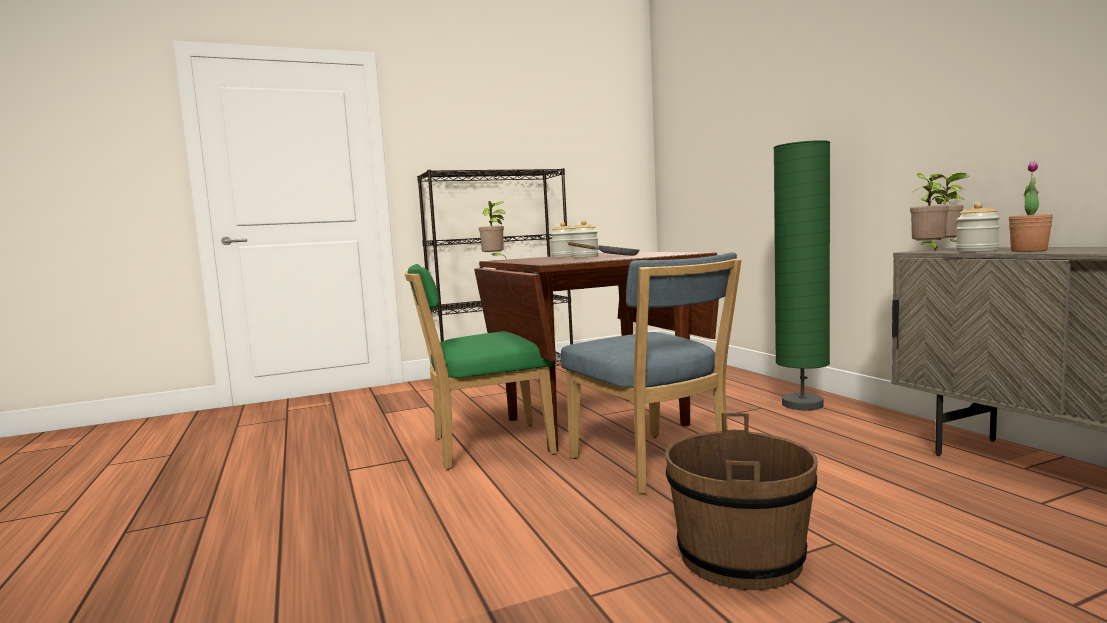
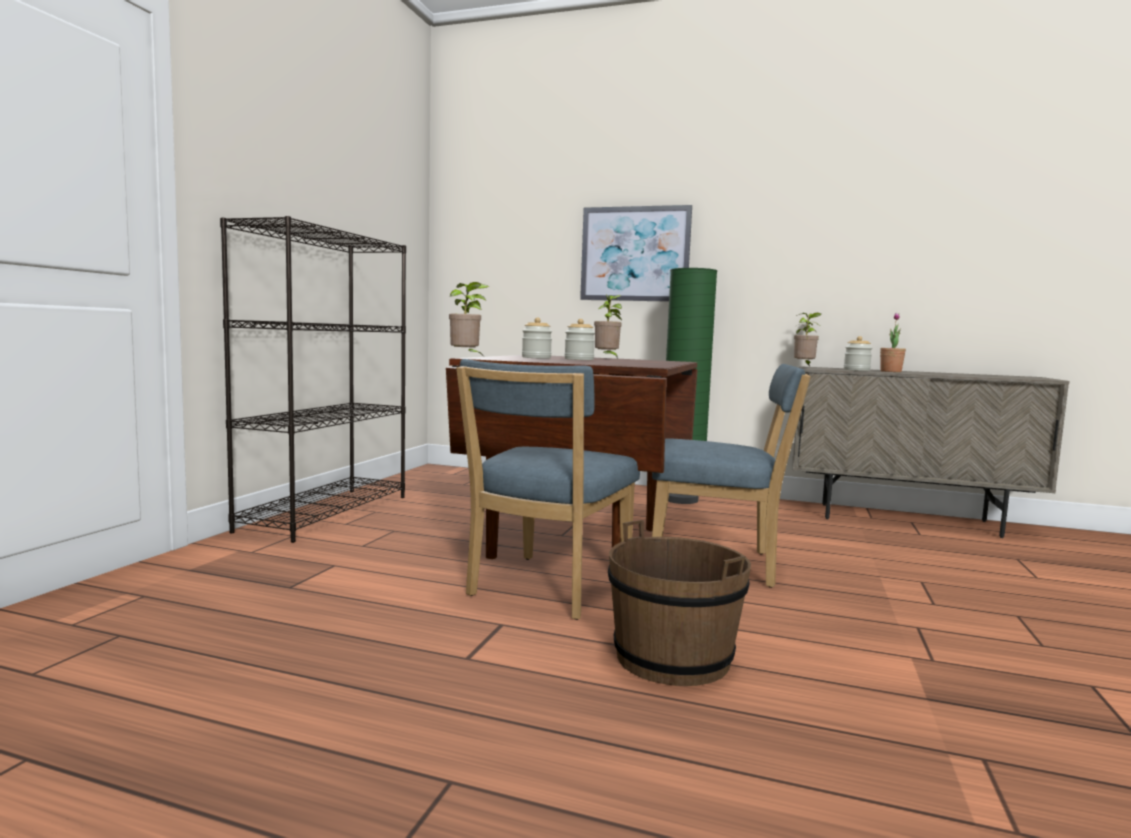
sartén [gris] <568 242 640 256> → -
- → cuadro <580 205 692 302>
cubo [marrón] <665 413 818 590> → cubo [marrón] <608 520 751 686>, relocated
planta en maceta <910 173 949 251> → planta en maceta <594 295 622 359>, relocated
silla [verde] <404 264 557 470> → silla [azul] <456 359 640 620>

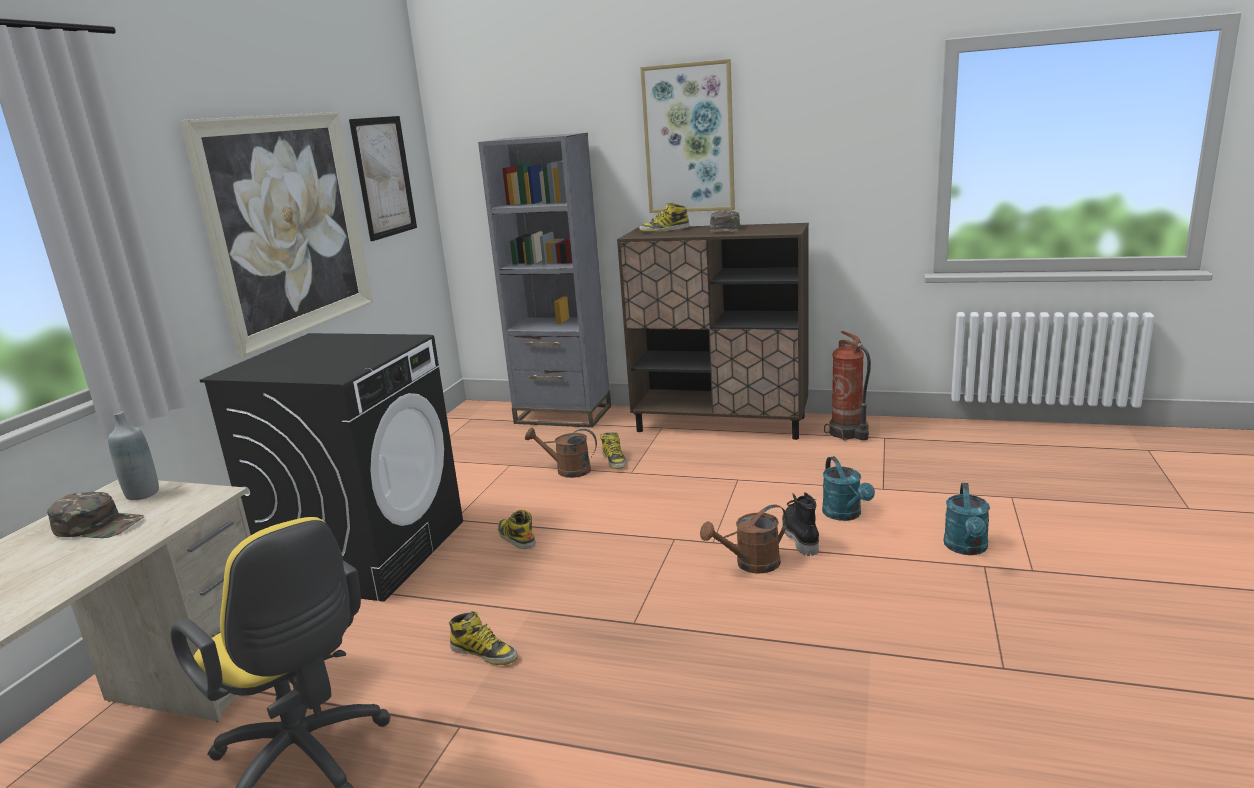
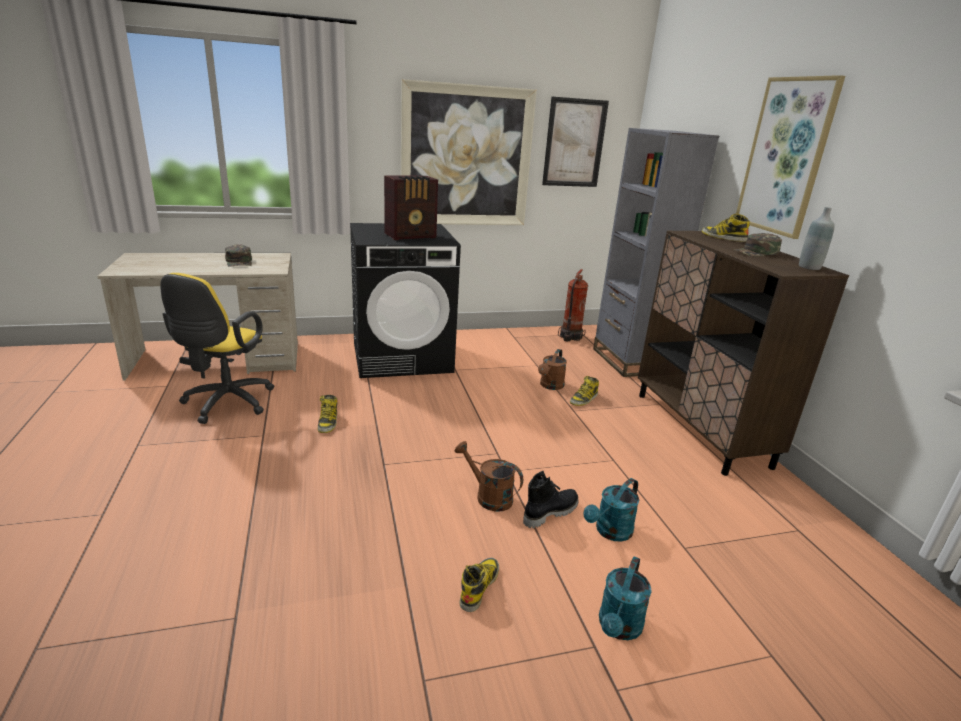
- → radio <384 175 438 240>
botella [gris] <108 411 159 500> → botella [gris] <799 207 835 270>, relocated
bota <498 510 536 549> → bota <459 558 499 612>, relocated
extintor <824 331 871 440> → extintor <558 269 588 341>, relocated
regadera [marrón] <525 427 597 478> → regadera [marrón] <538 349 567 390>, 135 degrees counterclockwise
regadera [turquesa] <944 483 990 555> → regadera [turquesa] <599 556 652 640>, 45 degrees counterclockwise

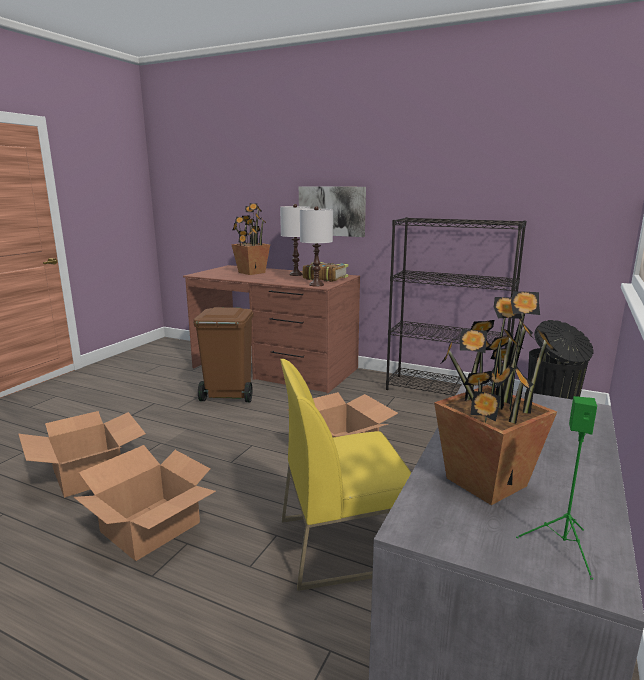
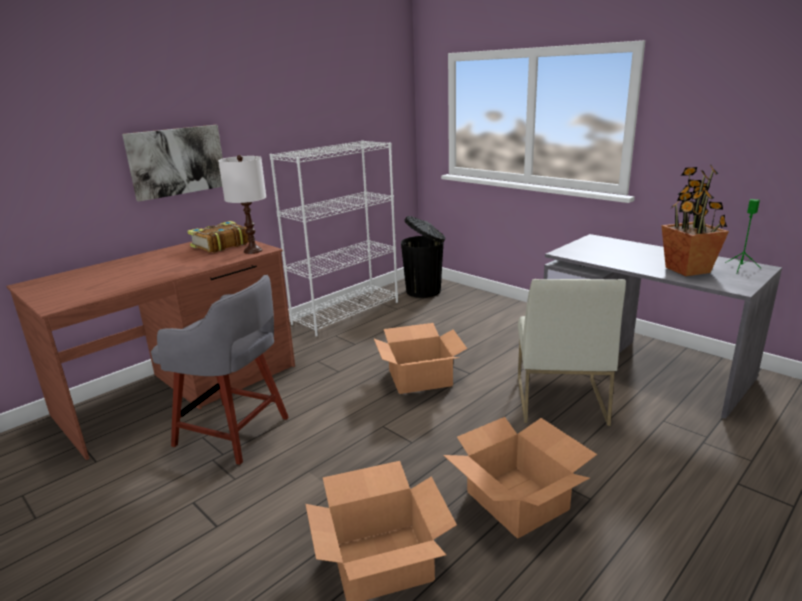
planta en maceta <231 203 270 275> → -
lámpara de mesa [blanco] <280 204 310 276> → -
papelera [marrón] <194 307 253 402> → taburete [gris] <151 275 289 465>
silla [amarillo] <280 359 411 591> → silla [blanco] <518 279 626 426>
estantería [negro] <386 217 526 396> → estantería [blanco] <270 140 398 337>

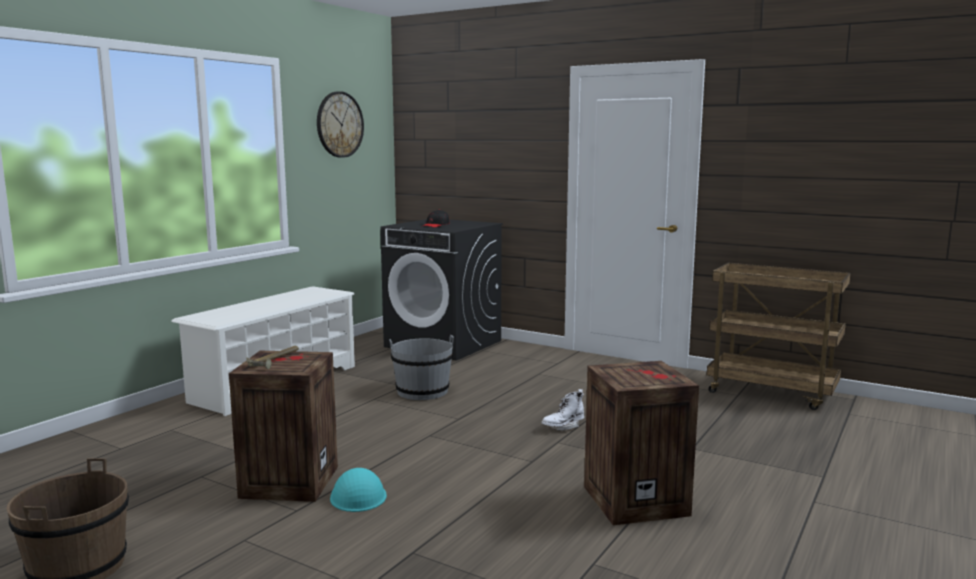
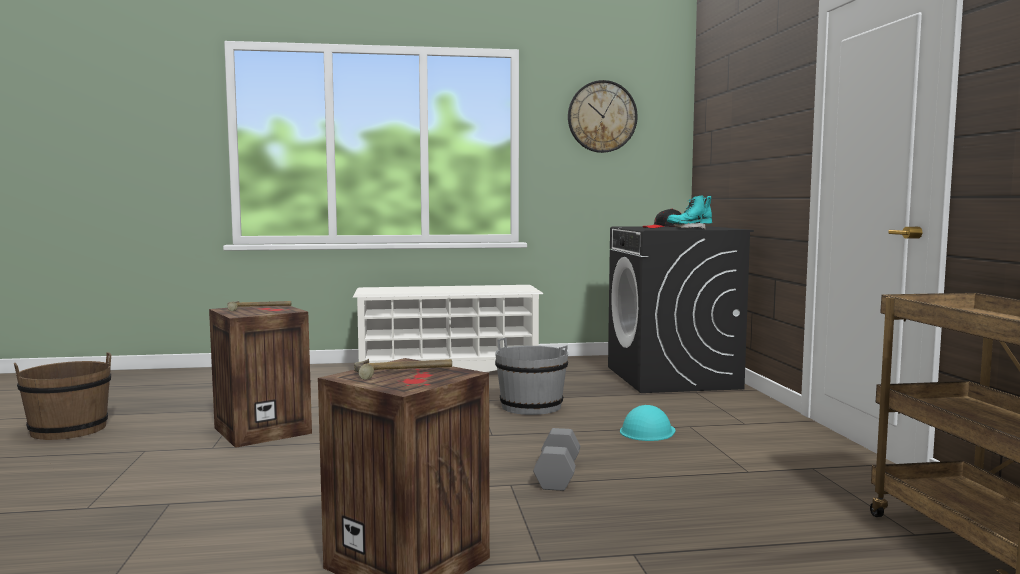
- → martillo <354 359 452 380>
- → bota [turquesa] <667 196 712 229>
casco [turquesa] <330 468 387 512> → casco [turquesa] <620 405 676 441>, relocated
bota [blanco] <542 389 584 431> → mancuerna [gris] <533 428 580 491>

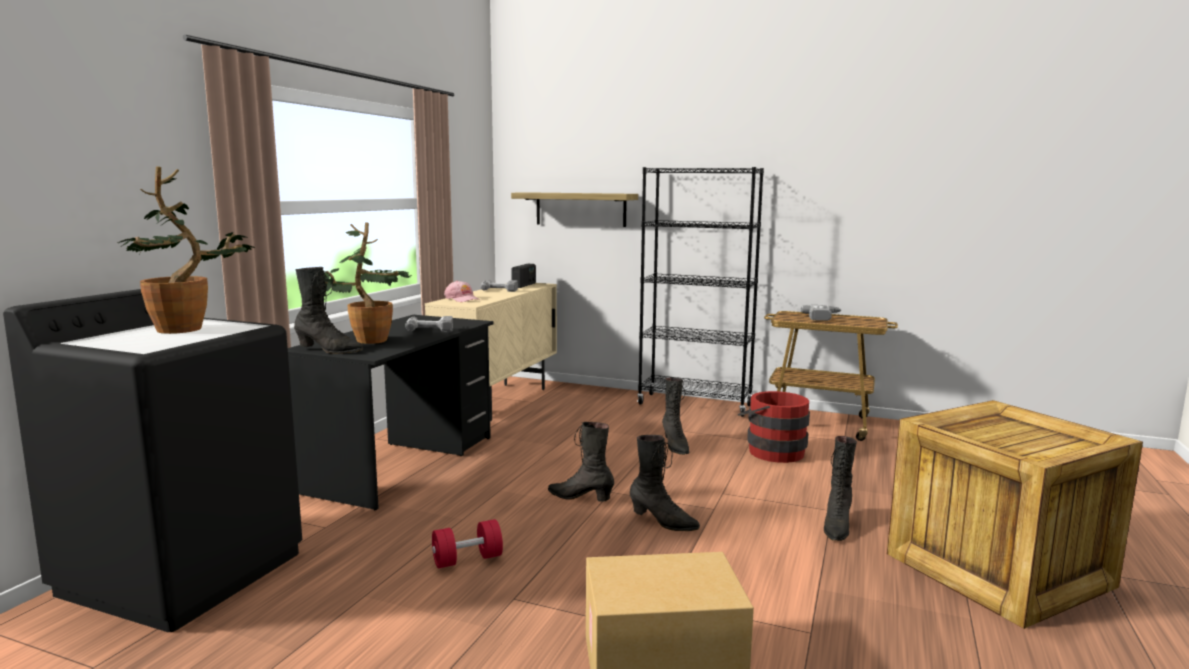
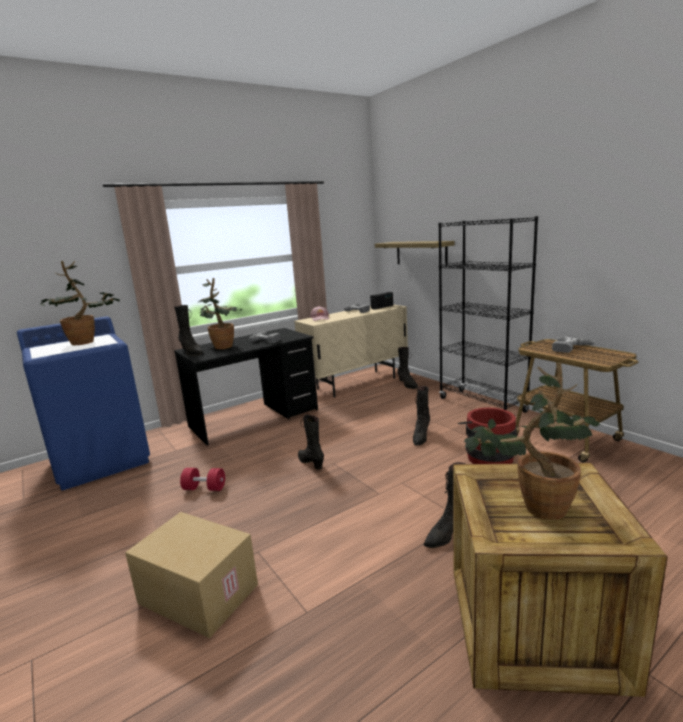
- → planta en maceta <464 362 600 520>
bota [negro] <630 435 700 531> → bota [negro] <397 347 418 389>, relocated
lavadora [negro] <3 289 302 632> → lavadora [azul] <17 316 150 490>

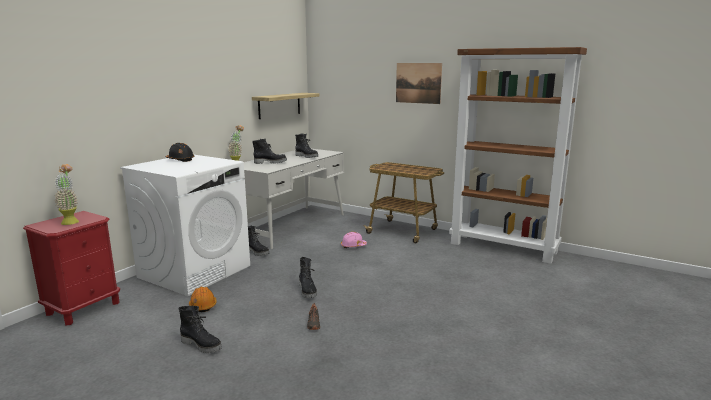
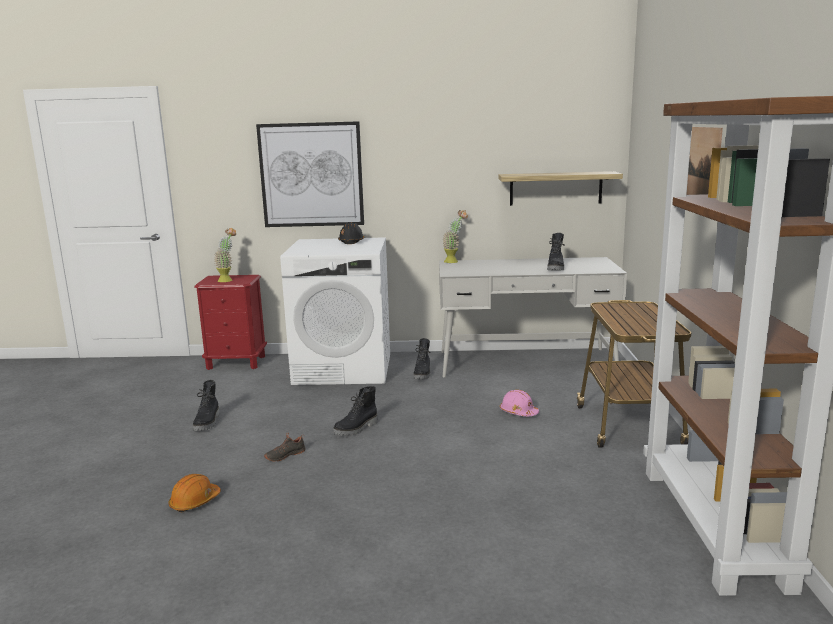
bota [negro] <252 139 287 164> → -
- → cuadro <256 121 364 227>
casco [naranja] <189 287 216 312> → casco [naranja] <168 474 221 512>, relocated

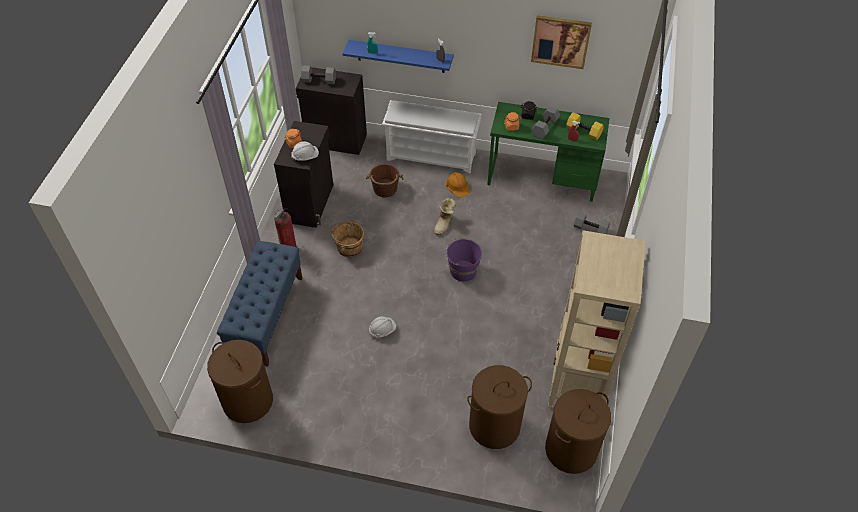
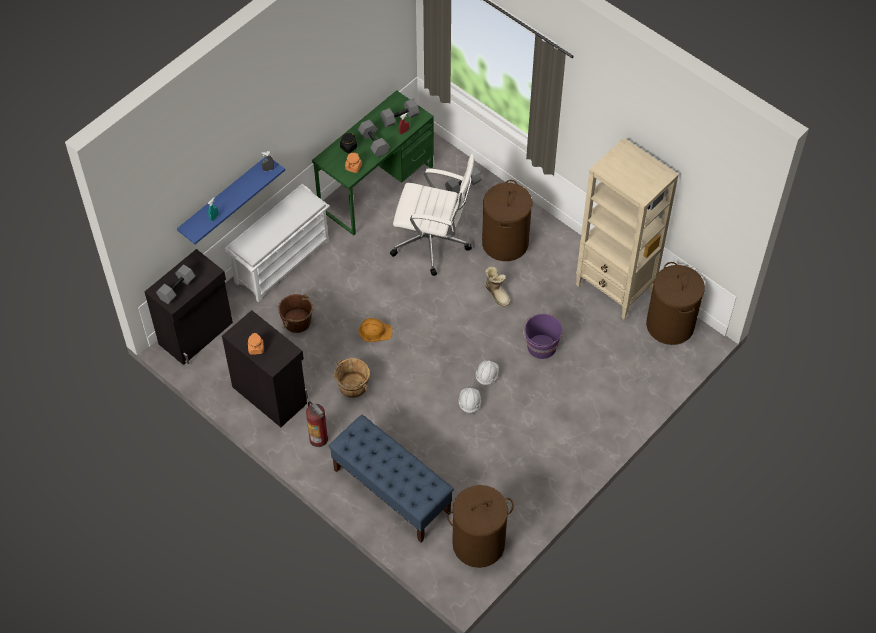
cuadro <531 15 592 69> → -
- → silla de oficina [blanco] <390 154 474 276>
casco [blanco] <291 141 319 161> → casco [blanco] <476 361 499 387>, relocated
bota <433 198 456 235> → bota <485 266 510 307>, relocated
casco [naranja] <445 172 470 198> → casco [naranja] <358 318 392 342>, relocated
cubo [morado] <445 238 482 282> → cubo [morado] <523 314 563 359>, relocated
cesto de la ropa [marrón] <467 365 532 449> → cesto de la ropa [marrón] <482 180 532 261>, relocated
mancuerna [amarillo] <566 112 604 140> → mancuerna [gris] <380 99 419 128>

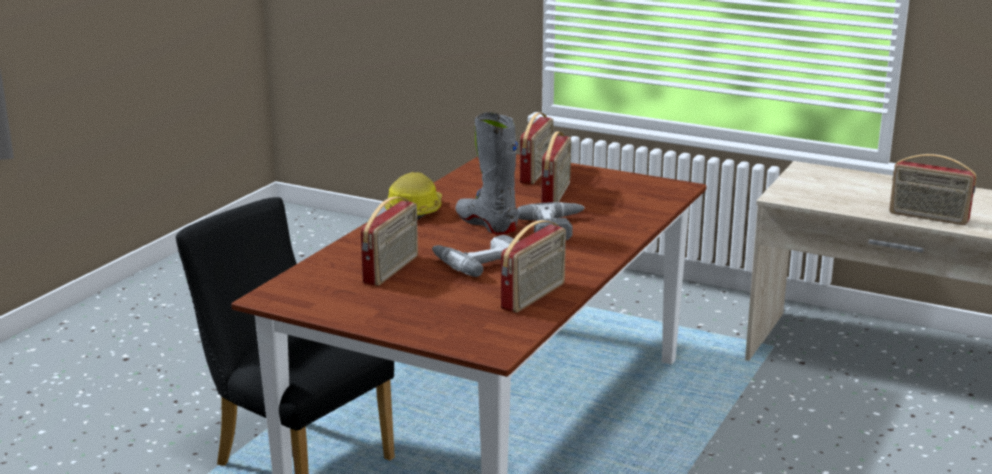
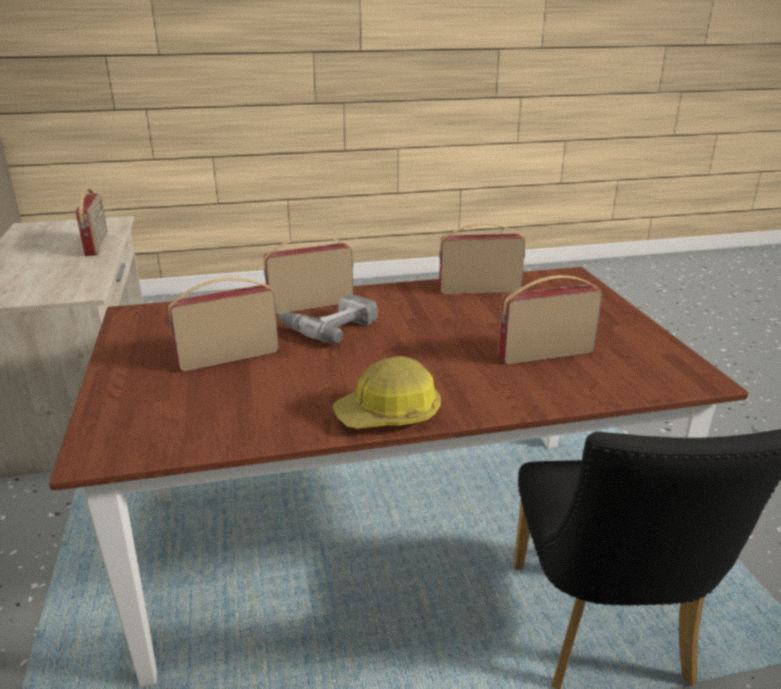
taladro <432 235 519 277> → -
bota [gris] <456 112 519 235> → -
radio <520 113 554 184> → radio <264 235 353 314>, relocated

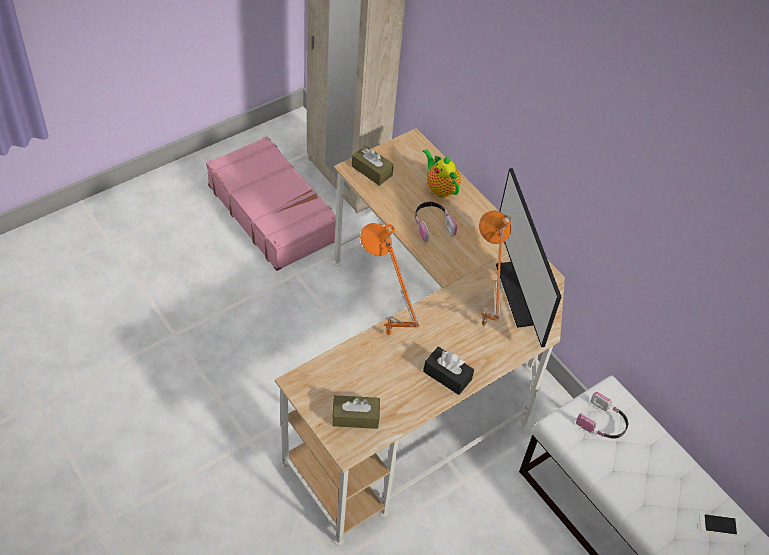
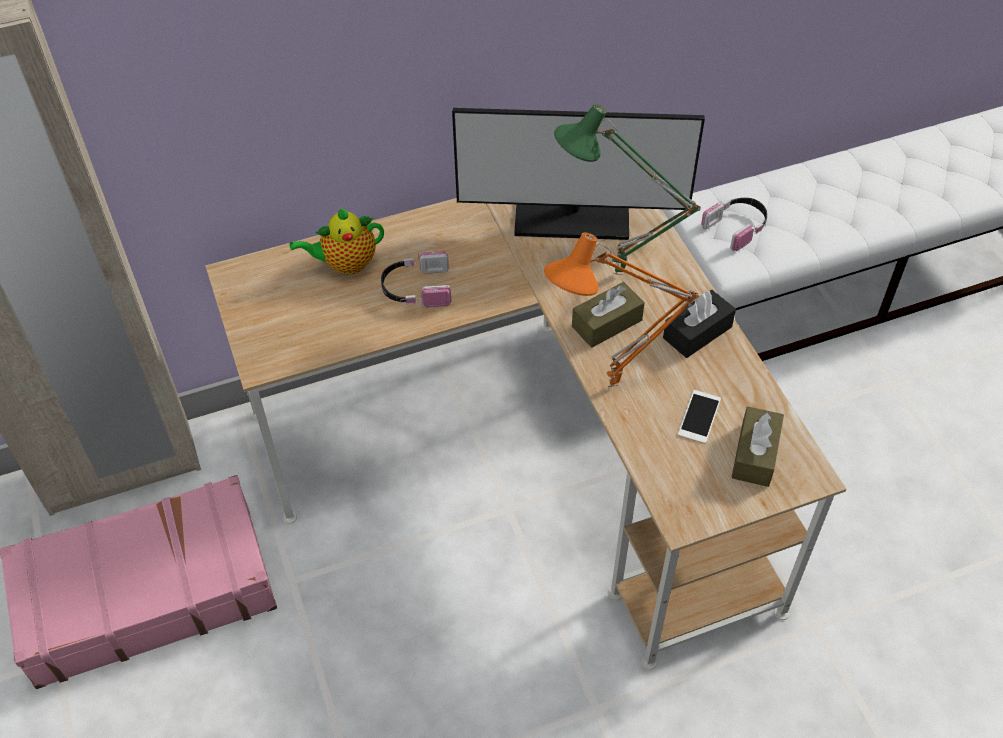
caja de pañuelos [marrón] <352 145 394 186> → caja de pañuelos [marrón] <572 282 645 348>, relocated
móvil <699 513 740 536> → móvil <678 390 721 444>, relocated
lámpara de mesa [naranja] <479 211 512 326> → lámpara de mesa [verde] <554 104 701 275>

